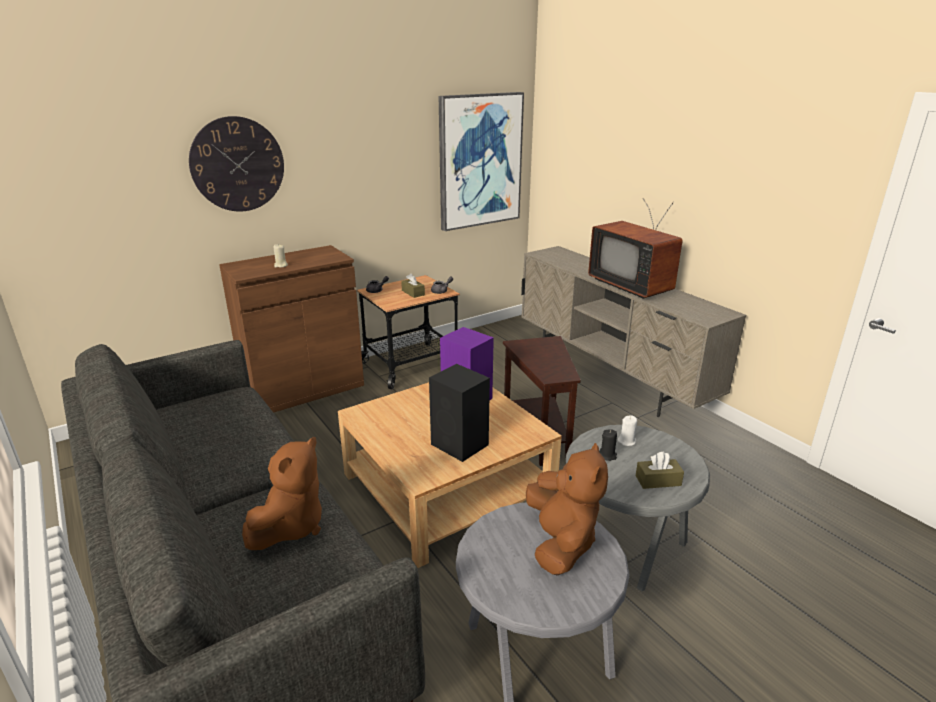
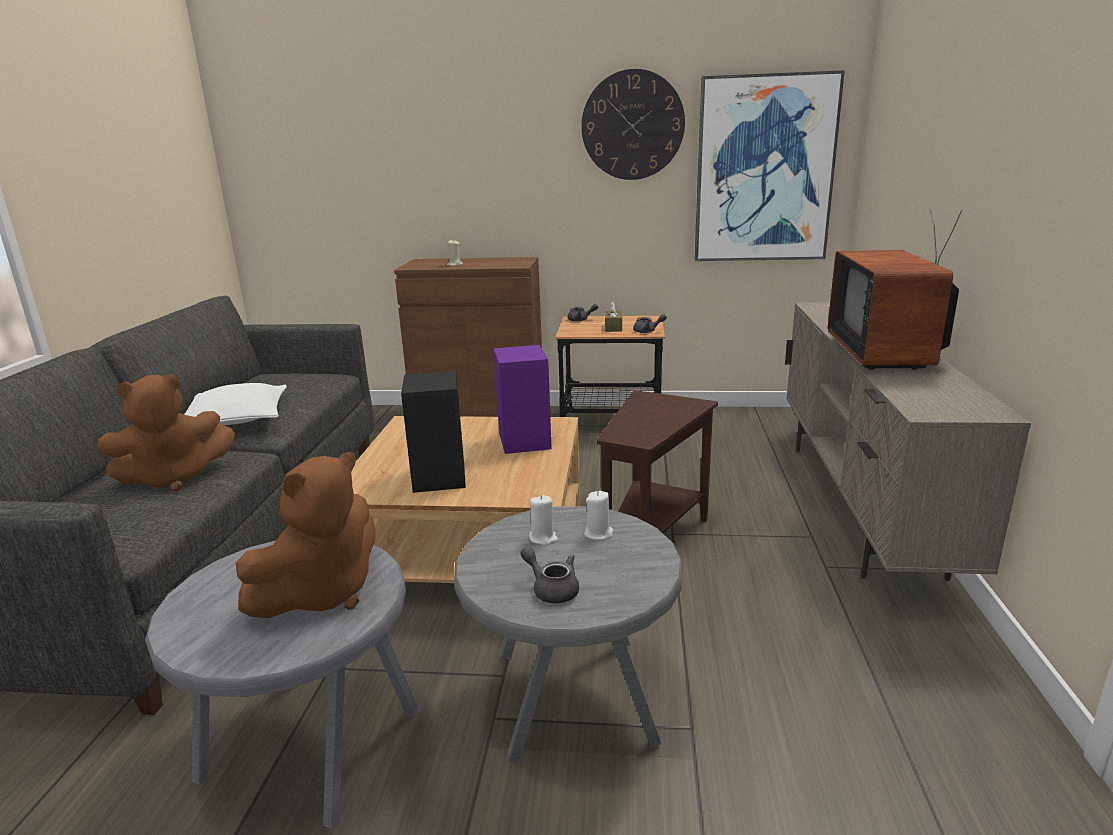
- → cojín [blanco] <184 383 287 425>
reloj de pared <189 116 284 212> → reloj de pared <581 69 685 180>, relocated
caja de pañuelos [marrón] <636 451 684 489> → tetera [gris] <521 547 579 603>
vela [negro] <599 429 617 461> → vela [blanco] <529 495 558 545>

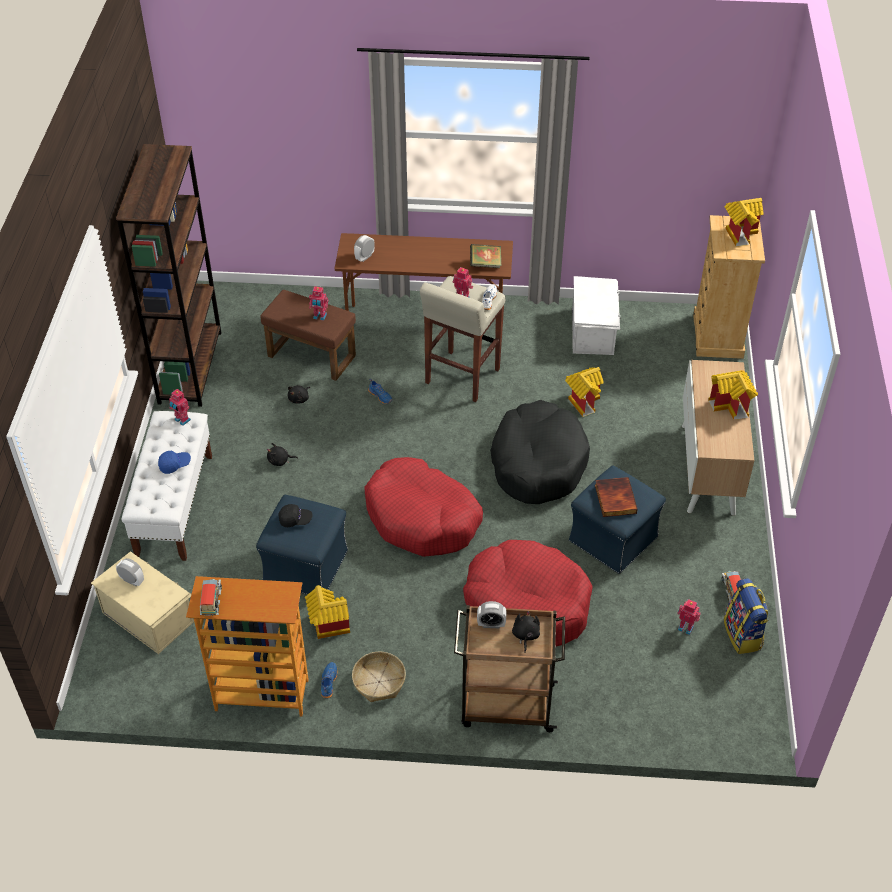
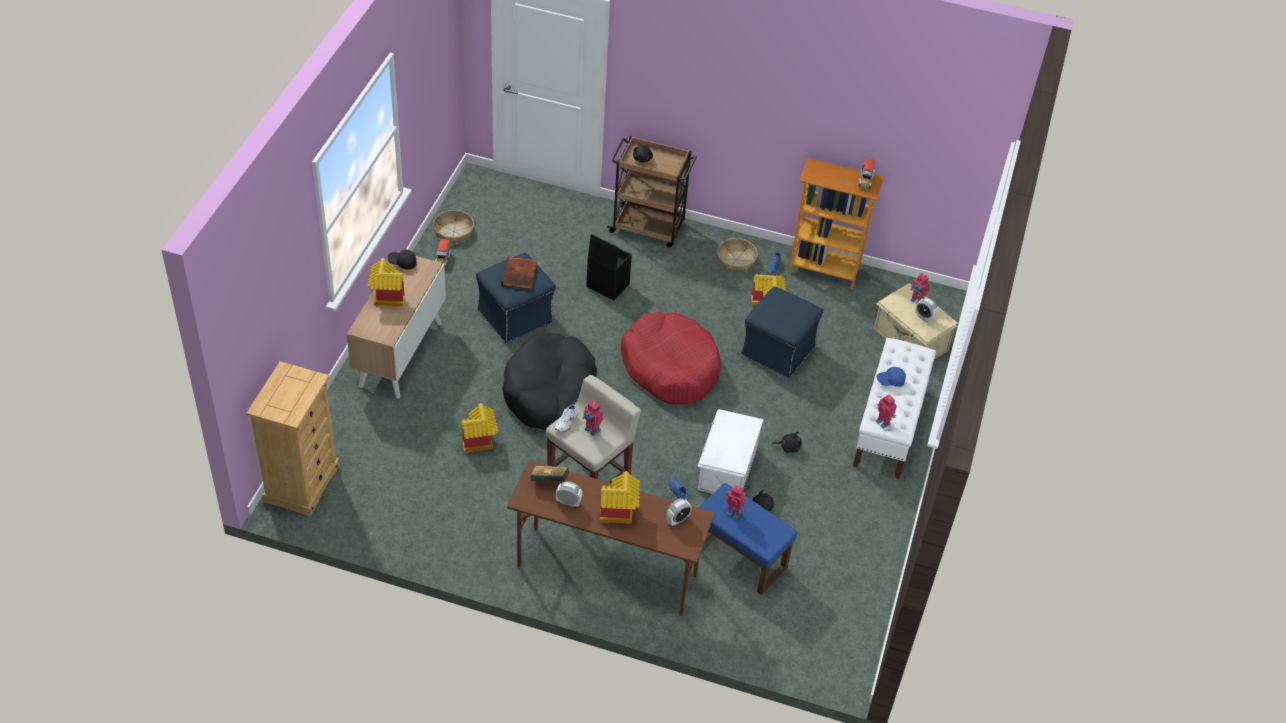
estantería [marrón] <116 144 222 407> → -
gorra [negro] <278 504 313 527> → gorra [negro] <388 249 416 269>, relocated
despertador <477 601 507 629> → despertador <556 481 583 507>, relocated
caja de almacenaje [blanco] <572 276 621 355> → caja de almacenaje [blanco] <697 409 764 494>, relocated
robot de juguete <678 599 701 635> → robot de juguete <910 273 930 304>, relocated
casita <724 198 764 247> → casita <600 471 640 524>, relocated
cama para perro [rojo] <463 540 593 647> → caja de almacenaje [negro] <586 234 632 300>
mochila <724 578 768 654> → cesta <433 210 474 244>
puf [marrón] <260 290 356 381> → puf [azul] <699 483 798 595>

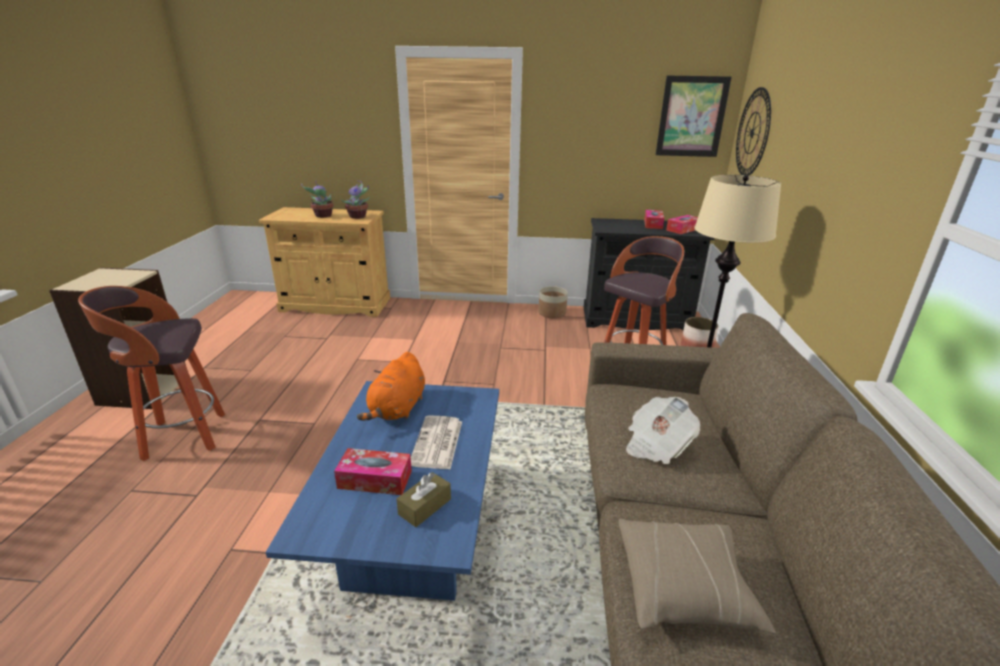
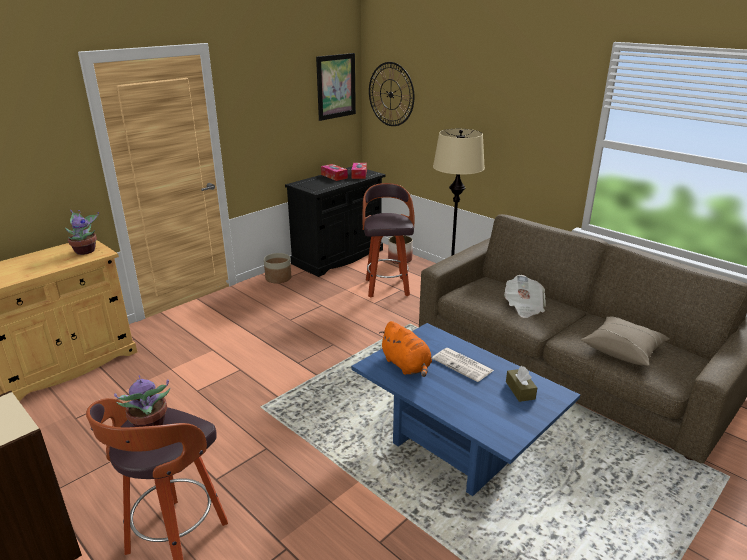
caja de pañuelos <334 448 412 495> → -
planta en maceta <301 181 334 218> → planta en maceta <114 375 170 427>, relocated

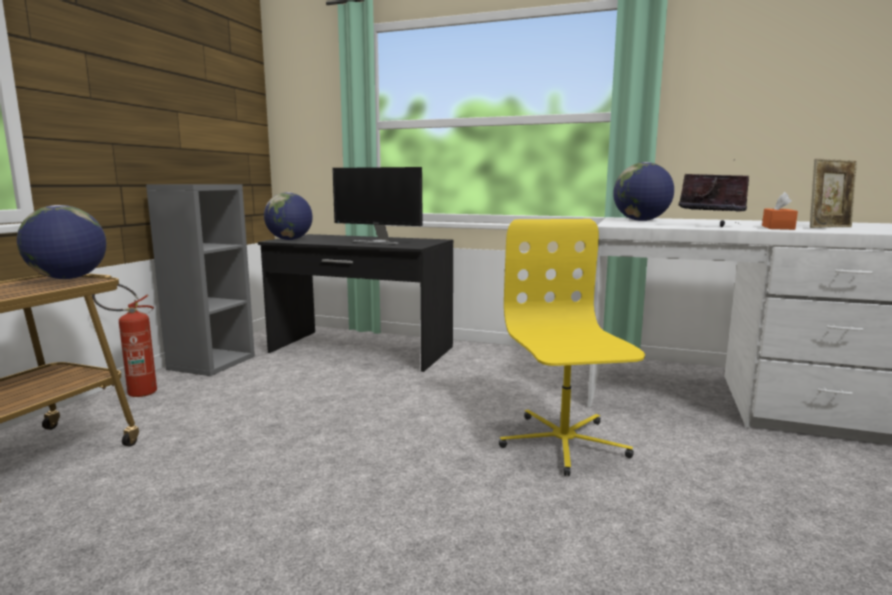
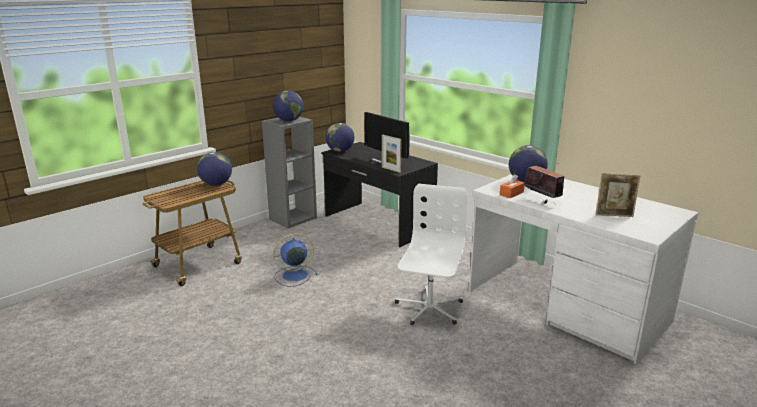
extintor <92 284 157 397> → -
- → globo terráqueo <273 91 303 121>
- → ventilador [azul] <273 233 318 287>
- → portarretratos <382 135 402 173>
caja de pañuelos [naranja] <762 192 798 230> → caja de pañuelos [naranja] <500 174 525 198>, relocated
silla de oficina [amarillo] <499 219 645 476> → silla de oficina [blanco] <395 184 468 325>

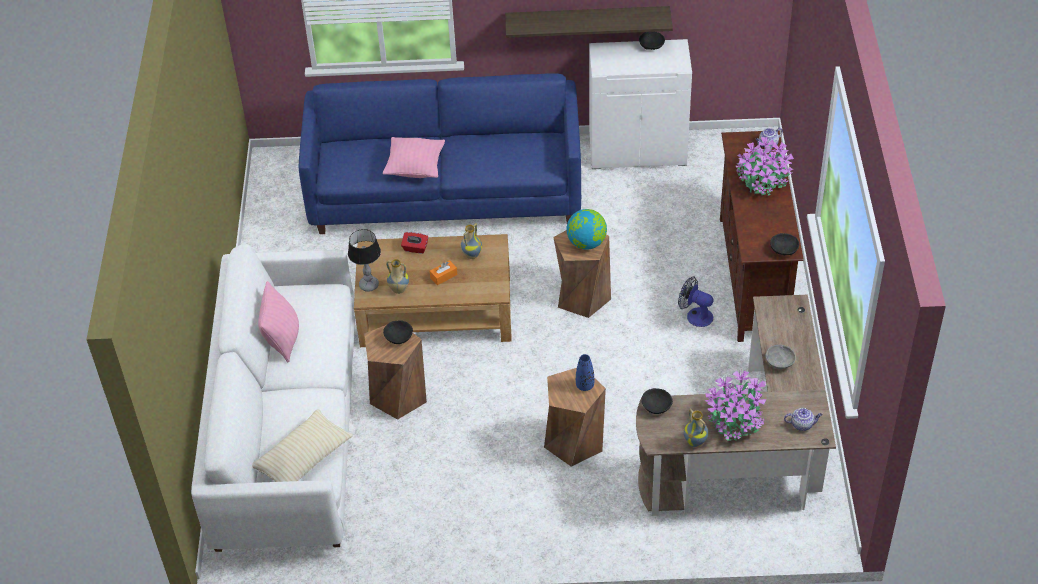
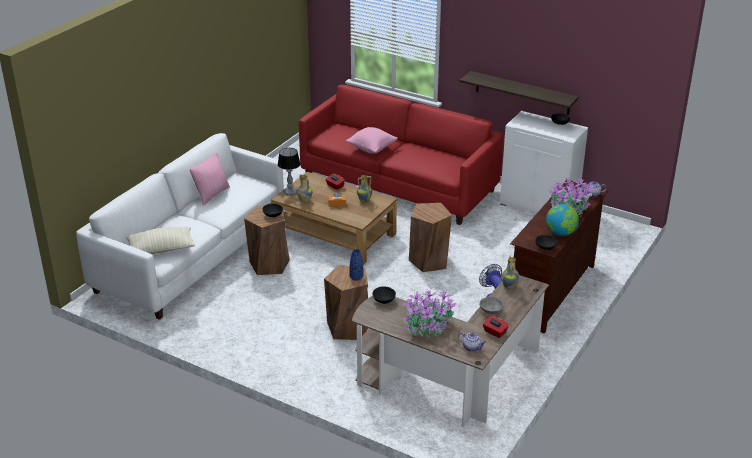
- → caja de pañuelos [rojo] <483 316 509 338>
globo terráqueo <566 209 607 250> → globo terráqueo <546 204 579 236>, relocated
florero <684 409 709 447> → florero <501 256 520 289>, relocated
sofá [azul] <299 73 581 234> → sofá [rojo] <299 85 503 225>

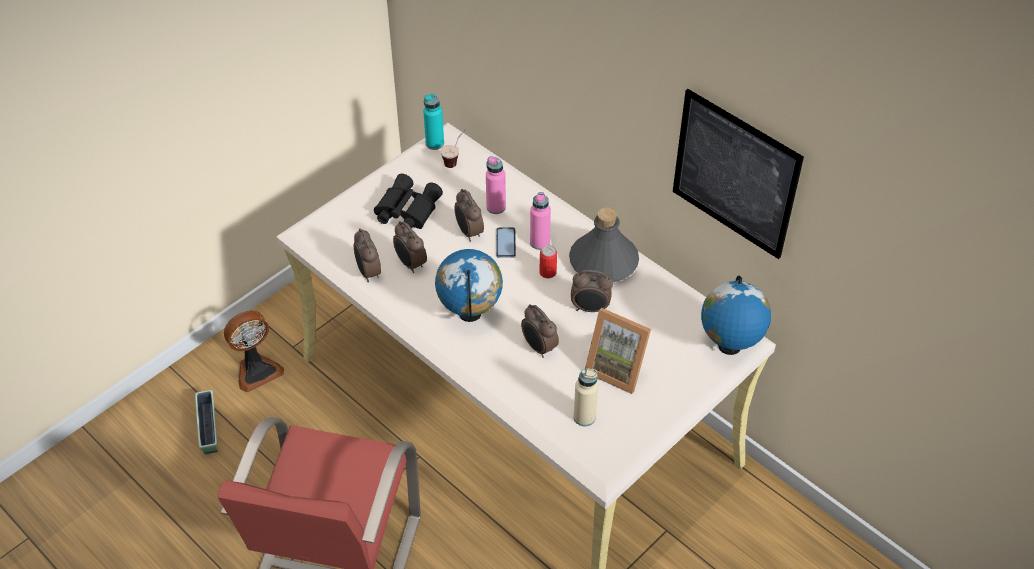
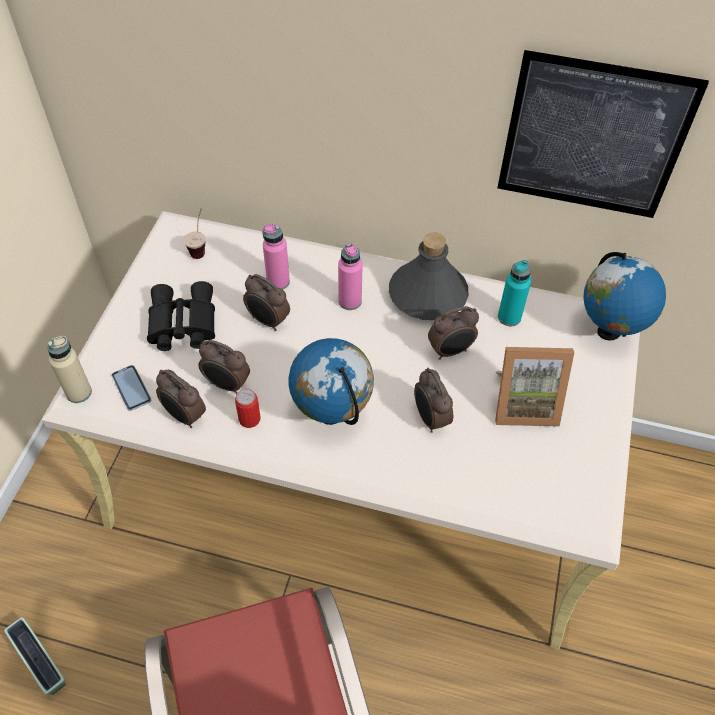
ventilador <224 311 284 392> → -
botella [turquesa] <423 94 444 150> → botella [turquesa] <498 260 531 326>, relocated
móvil <496 227 516 258> → móvil <112 365 151 411>, relocated
lata <539 245 557 278> → lata <235 388 261 428>, relocated
botella [beis] <573 368 598 426> → botella [beis] <47 336 92 403>, relocated
despertador <521 304 559 358> → despertador <414 368 453 433>, 45 degrees clockwise

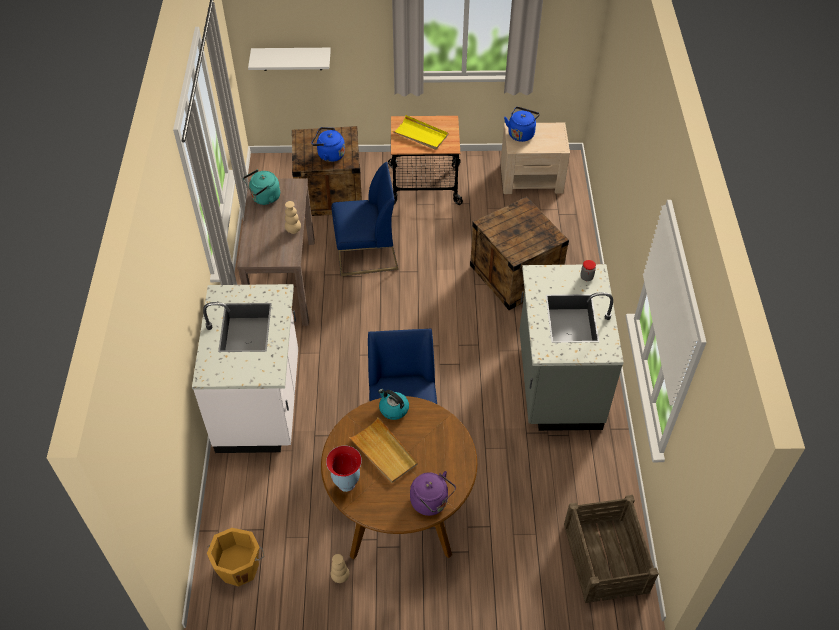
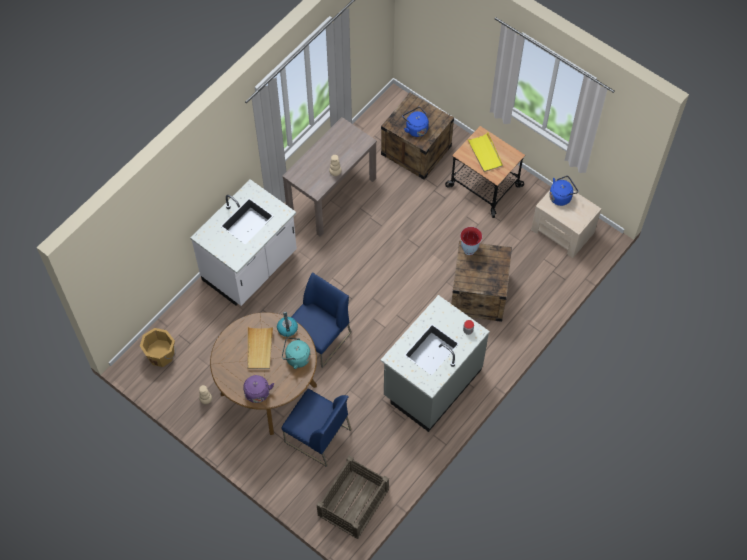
estante [blanco] <248 48 331 71> → -
hervidor [turquesa] <243 170 280 205> → hervidor [turquesa] <282 337 311 369>, relocated
florero <326 446 362 492> → florero <460 227 482 255>, relocated
silla [azul] <332 162 398 276> → silla [azul] <282 389 351 467>, relocated

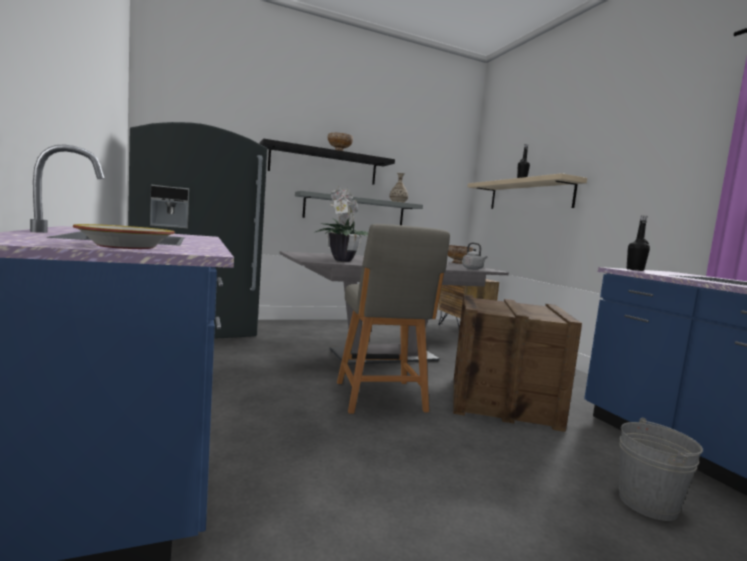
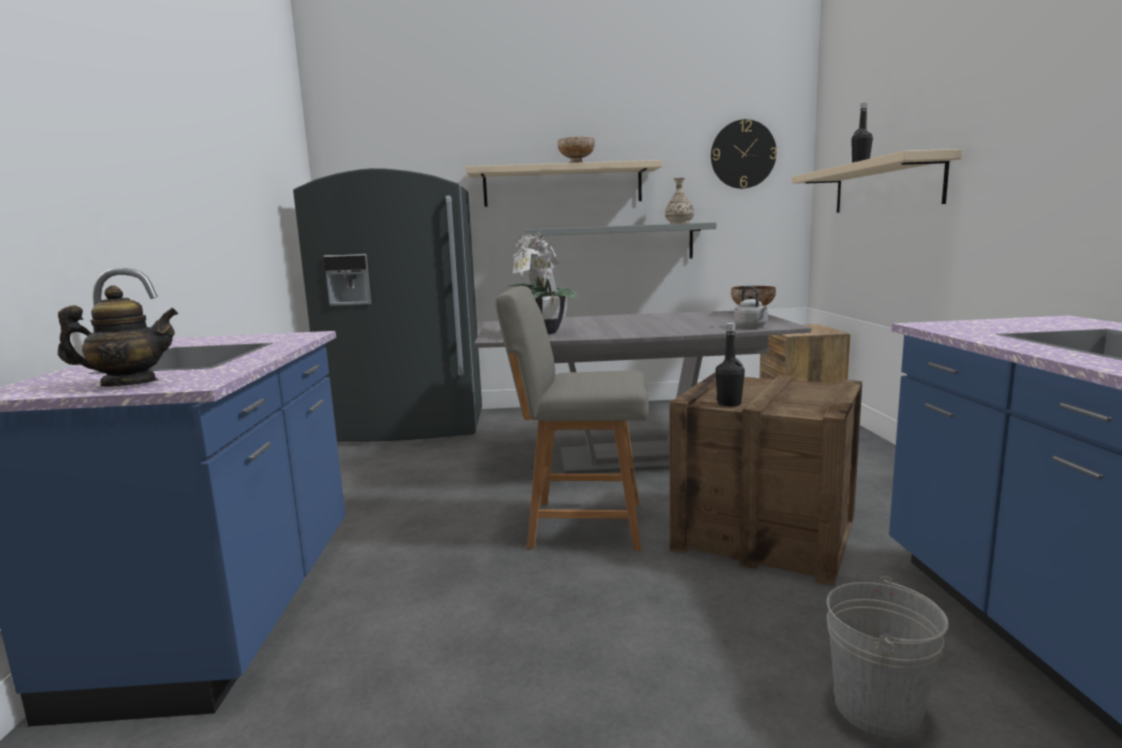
- → reloj de pared <711 119 777 189>
botella [negro] <627 216 650 271> → botella [negro] <715 323 745 407>, relocated
cuenco <73 224 175 249> → tetera <58 285 178 386>
estante [negro] <259 138 395 185> → estante [beis] <466 160 662 207>
silla [gris] <337 224 450 414> → silla [gris] <496 286 649 551>, 90 degrees clockwise

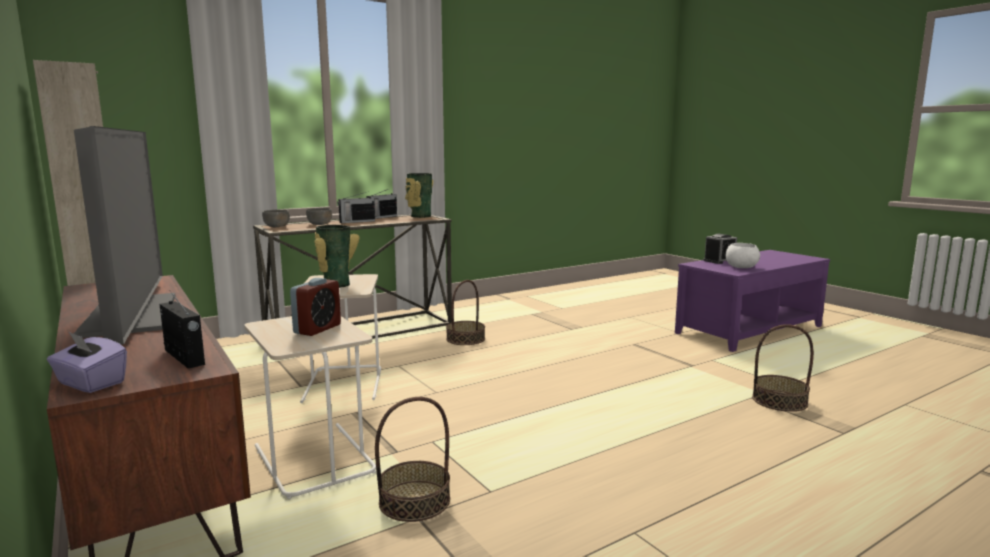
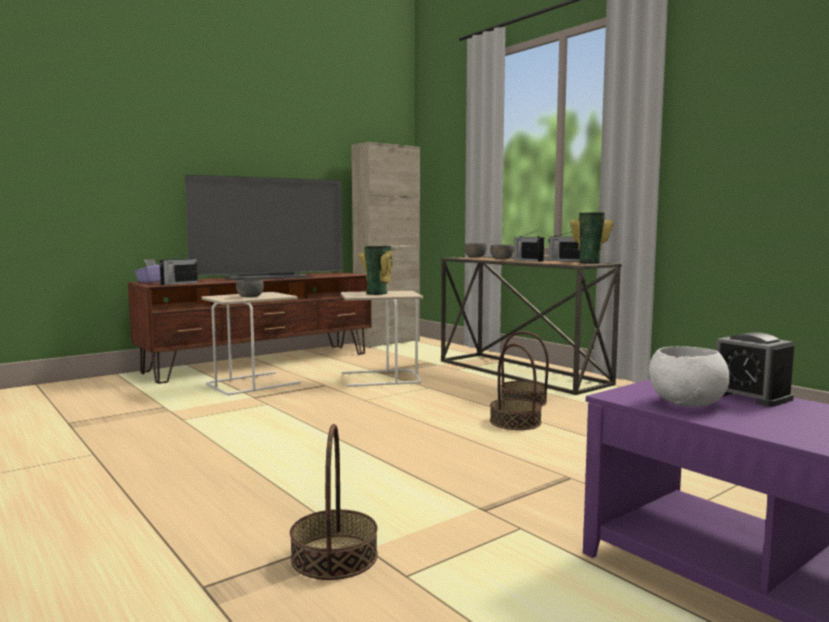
cesta <375 397 450 522> → cesta <490 343 542 430>, relocated
despertador <290 278 341 336> → cuenco [gris] <236 280 264 297>

